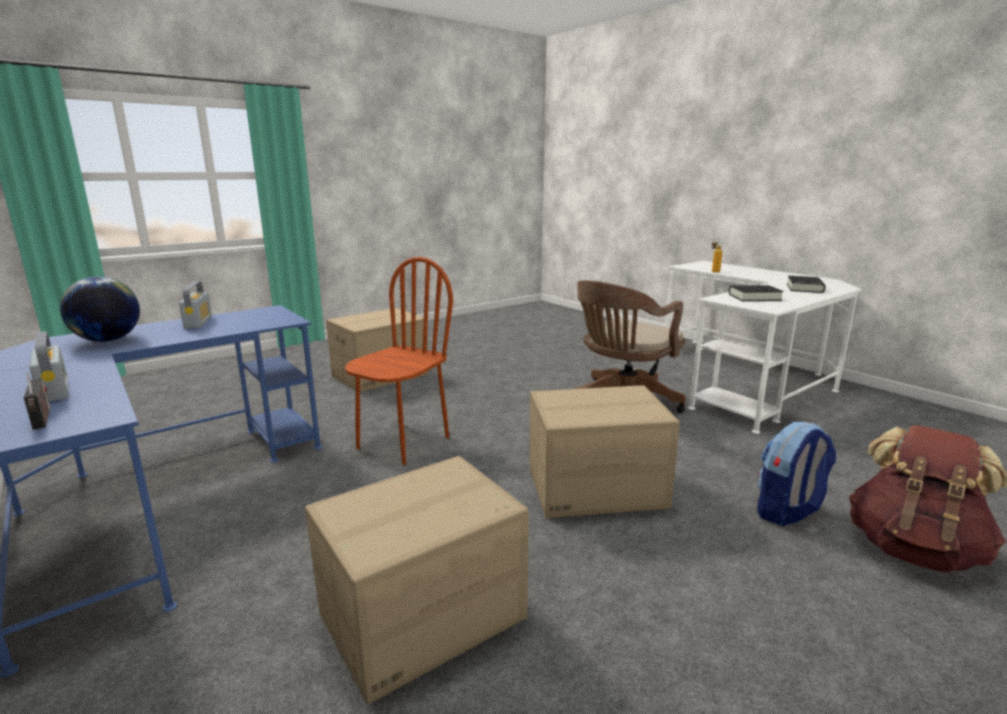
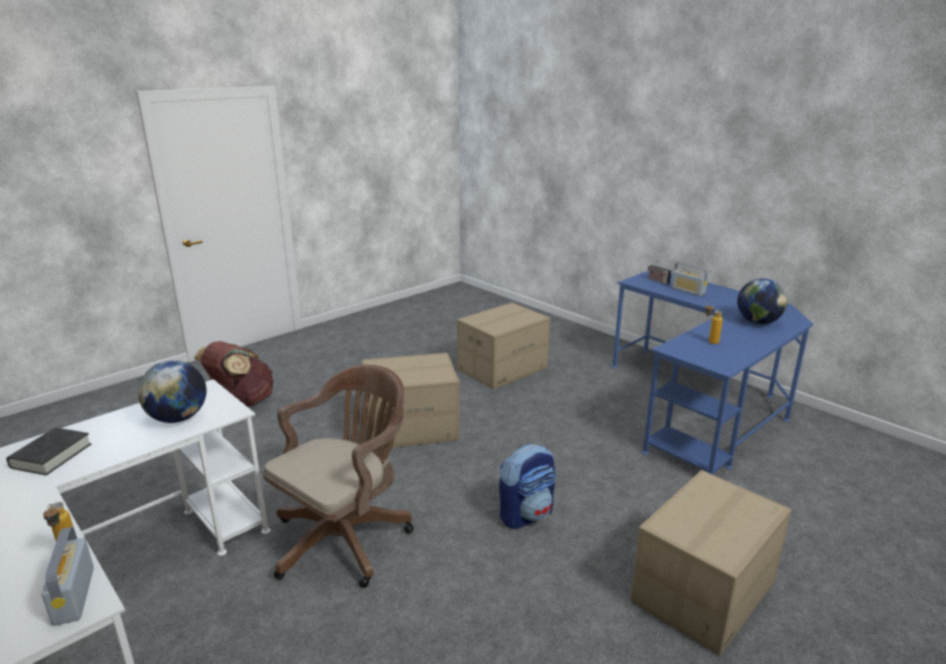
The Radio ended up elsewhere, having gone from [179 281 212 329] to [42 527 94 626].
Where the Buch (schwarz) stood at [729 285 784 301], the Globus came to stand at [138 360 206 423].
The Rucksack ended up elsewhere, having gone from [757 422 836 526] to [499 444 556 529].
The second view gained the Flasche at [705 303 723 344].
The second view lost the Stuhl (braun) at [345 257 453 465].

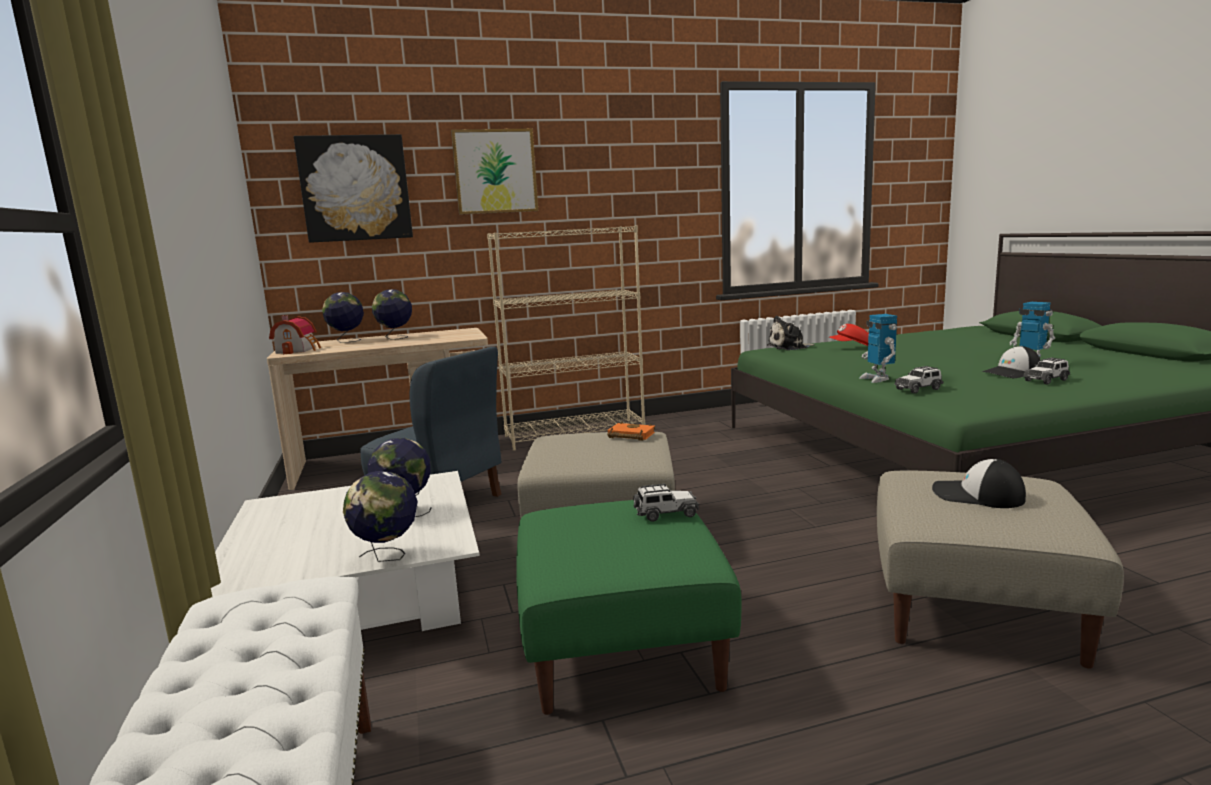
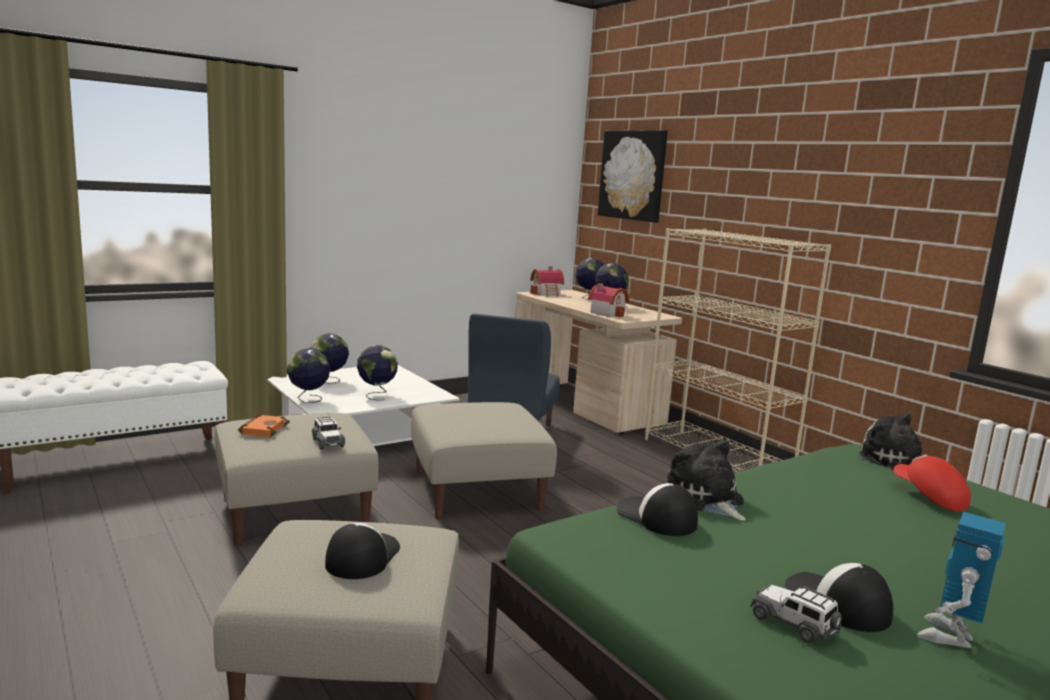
What was the Polsterhocker (grün) at [516 500 741 715] turned into the Polsterhocker (beige) at [215 413 379 546].
The Buch (orange) ended up elsewhere, having gone from [607 421 655 441] to [238 414 290 437].
The second view gained the Globus at [311 333 349 384].
The second view gained the Spielzeughaus at [588 283 629 317].
Where the Spielzeugauto stood at [894 366 943 393], the Kappe came to stand at [616 483 698 536].
Where the Spielzeugroboter stood at [859 314 897 383], the Plüschtier came to stand at [667 440 746 521].
The second view lost the Bild at [451 129 538 215].

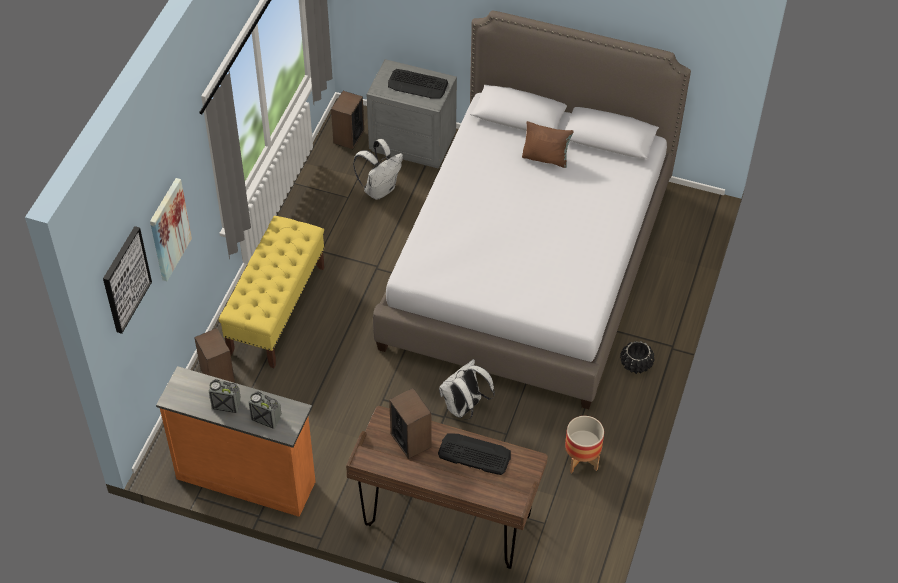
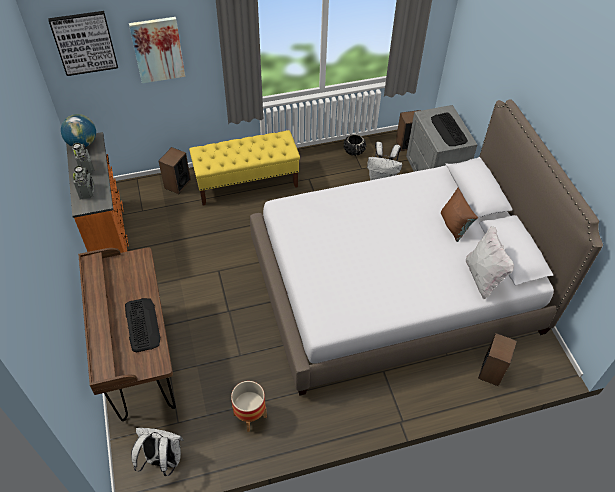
The second view gained the Globus at [61 114 96 147].
The Rucksack (weiß) ended up elsewhere, having gone from [439 359 495 420] to [131 428 184 476].
The Pflanzkübel (schwarz) ended up elsewhere, having gone from [620 341 655 374] to [344 134 366 156].
The second view gained the Kissen (weiß) at [466 226 514 299].
The Lautsprecher ended up elsewhere, having gone from [389 388 431 459] to [478 333 517 386].

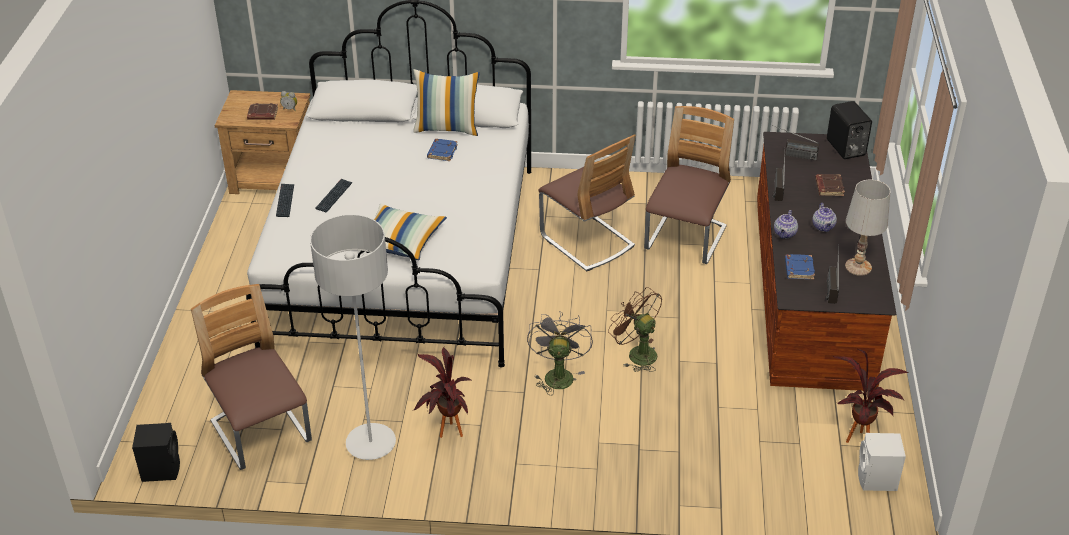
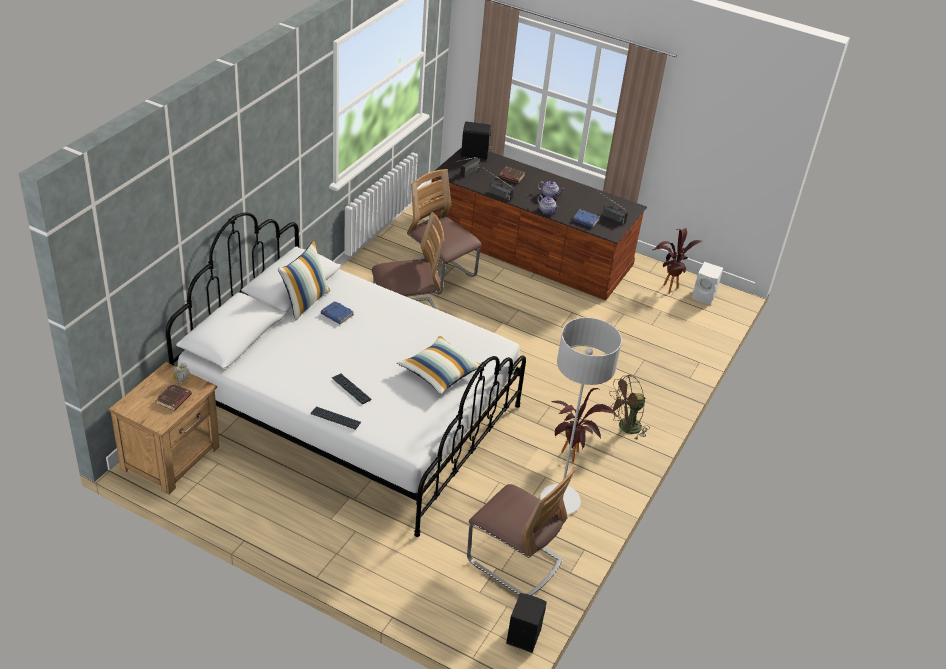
The Stuhl at [191 284 312 470] ended up facing another way, 135 degrees counterclockwise from before.
The Ventilator (braun) ended up elsewhere, having gone from [608 287 662 372] to [609 375 650 441].
The second view lost the Ventilator (grau) at [527 311 593 395].
The second view lost the Tischlampe (weiß) at [845 180 890 276].

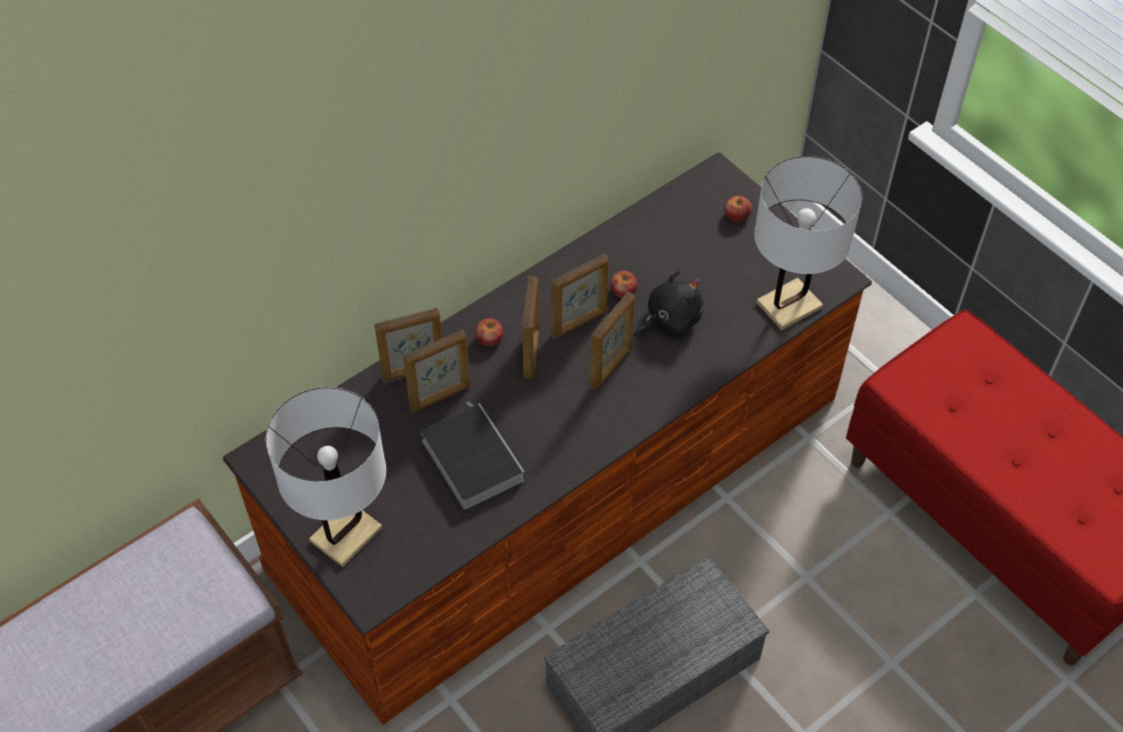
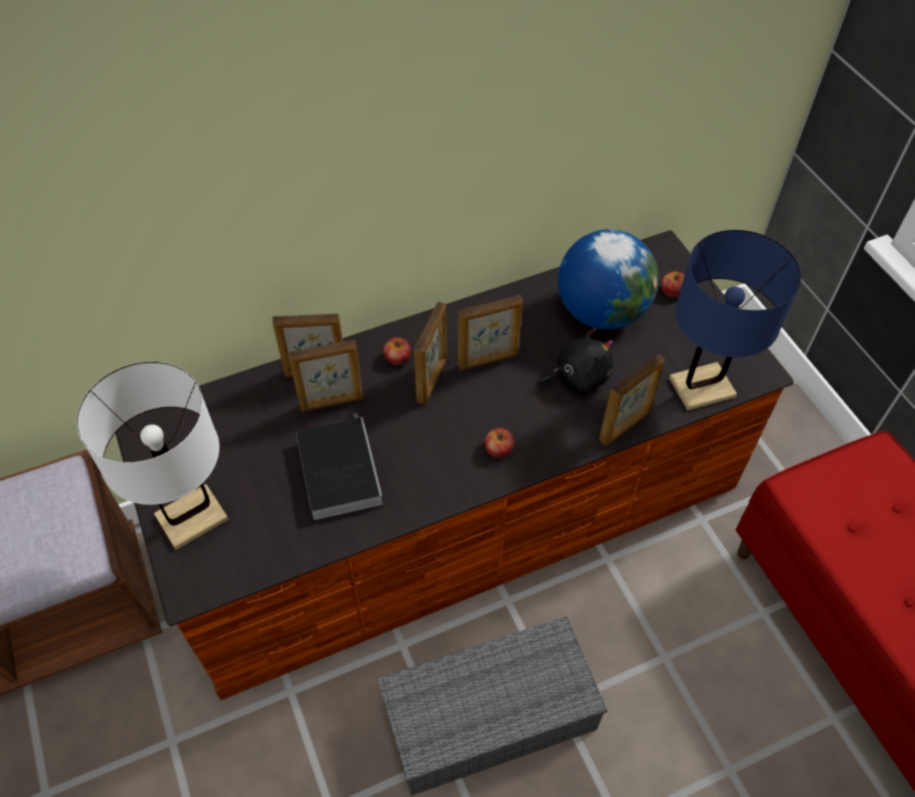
The Apfel ended up elsewhere, having gone from [610 271 638 298] to [484 428 514 457].
The second view gained the Globus at [558 229 659 329].
The Bilderrahmen ended up elsewhere, having gone from [590 292 635 389] to [599 354 665 445].
What was the Tischlampe (weiß) at [754 156 862 330] turned into the Tischlampe (blau) at [669 230 801 411].

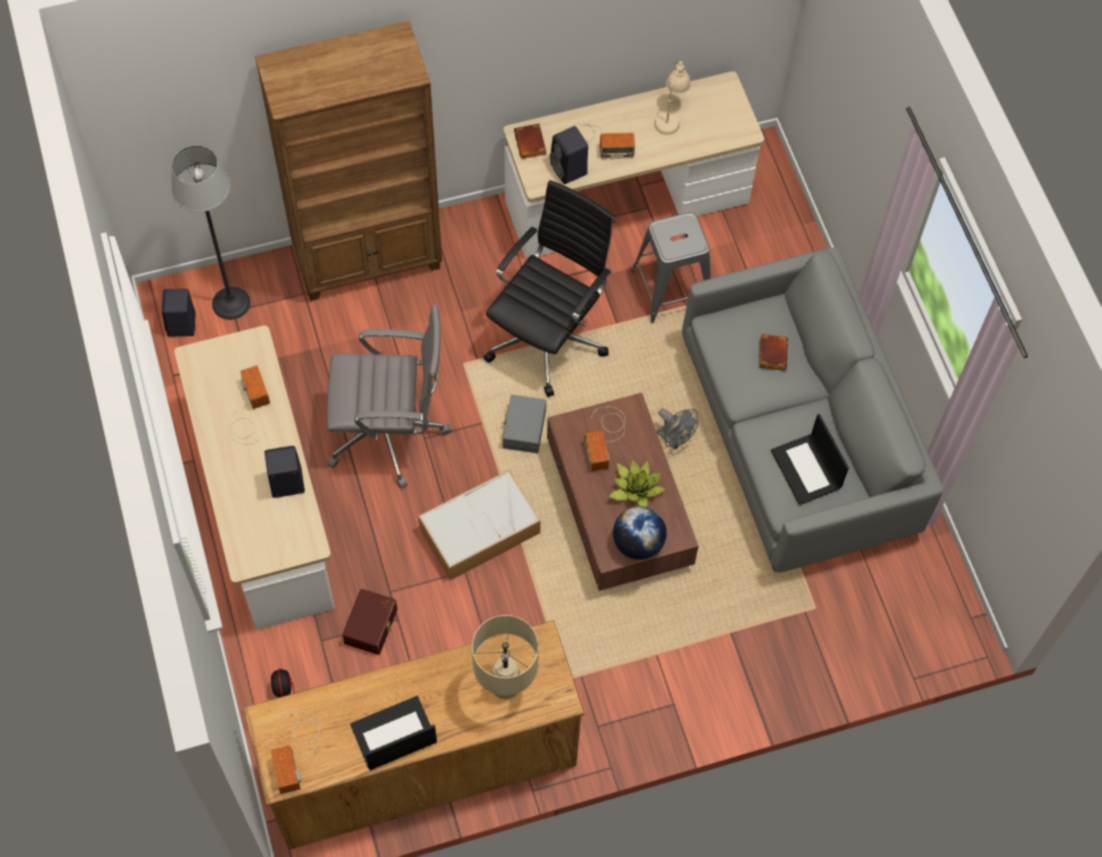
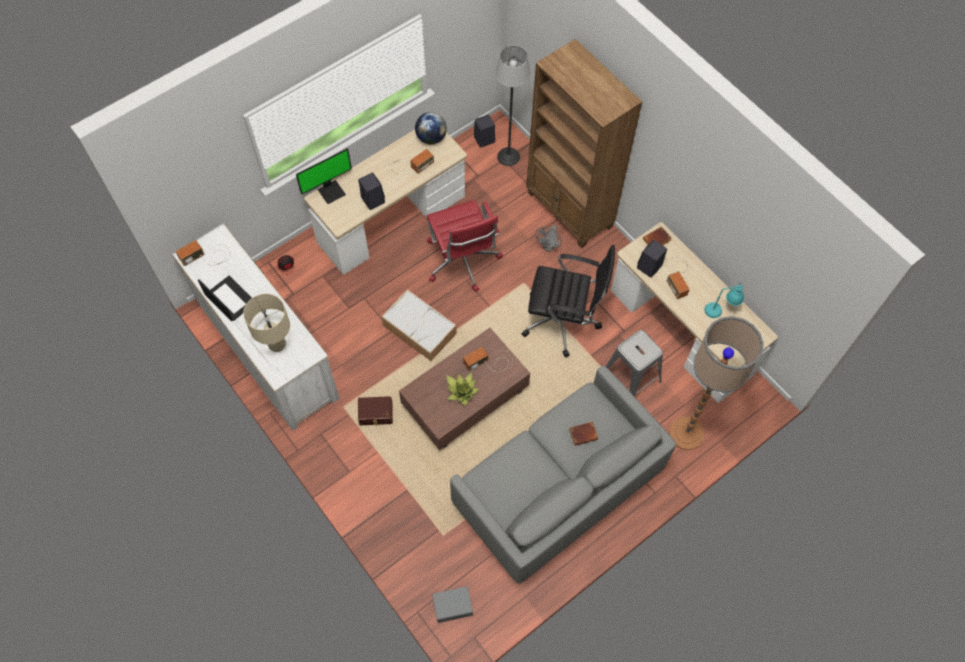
What was the Kommode (braun) at [243 620 585 850] turned into the Kommode (weiß) at [172 223 340 431].
The second view gained the Monitor at [296 149 352 204].
The Aufbewahrungsbox (braun) ended up elsewhere, having gone from [342 589 397 655] to [358 396 393 426].
The Globus ended up elsewhere, having gone from [613 506 667 560] to [415 112 447 144].
What was the Bürostuhl (grau) at [327 305 451 488] turned into the Bürostuhl (rot) at [427 200 503 292].
The Aufbewahrungsbox (grau) ended up elsewhere, having gone from [503 395 546 453] to [432 586 473 623].
The Ventilator (grau) ended up elsewhere, having gone from [657 408 698 449] to [536 225 562 252].
The second view gained the Stehlampe at [669 316 764 450].
What was the Tischlampe (beige) at [654 60 691 135] turned into the Tischlampe (türkis) at [704 283 744 318].
The second view lost the Laptop at [771 414 849 505].

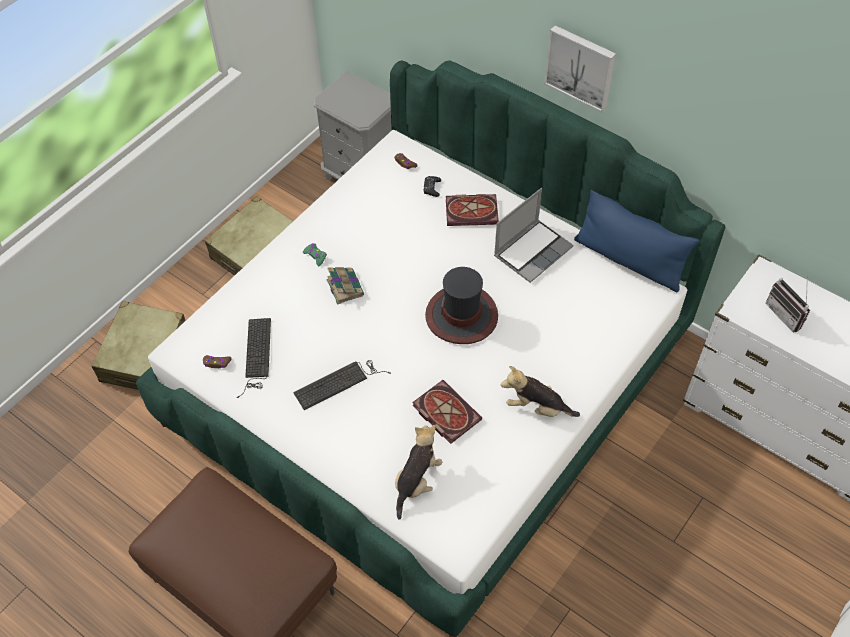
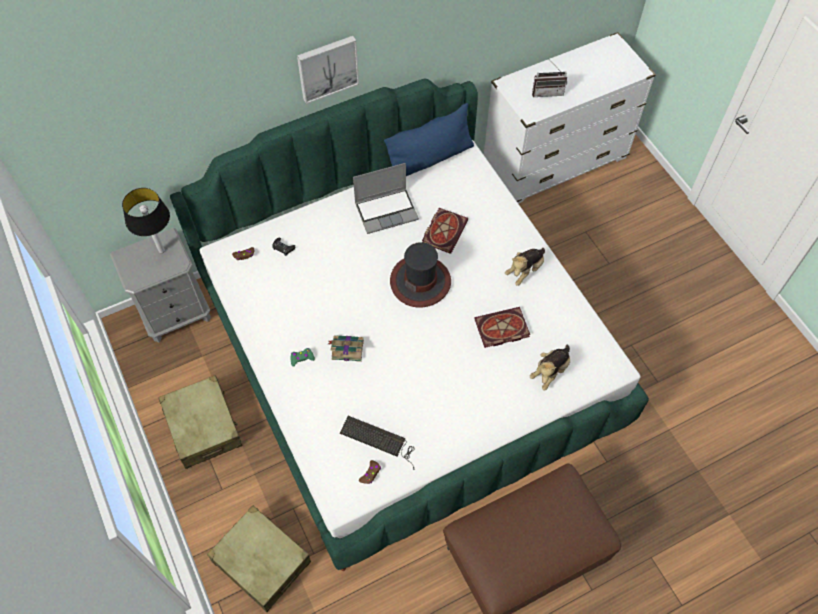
The second view gained the Tischlampe at [122 188 170 253].
The Laptop at [494 188 573 283] ended up facing another way, 90 degrees clockwise from before.
The Buch ended up elsewhere, having gone from [446 194 499 226] to [422 208 468 254].
The Plüschtier at [395 425 442 520] ended up facing another way, 105 degrees counterclockwise from before.
The second view lost the Tastatur at [293 360 391 410].

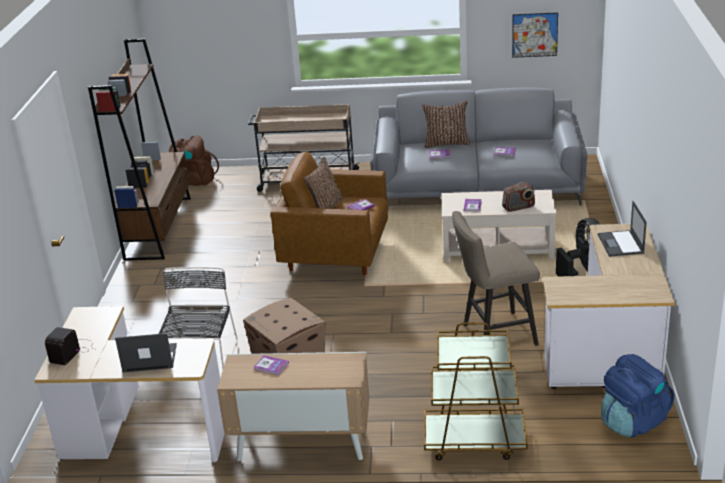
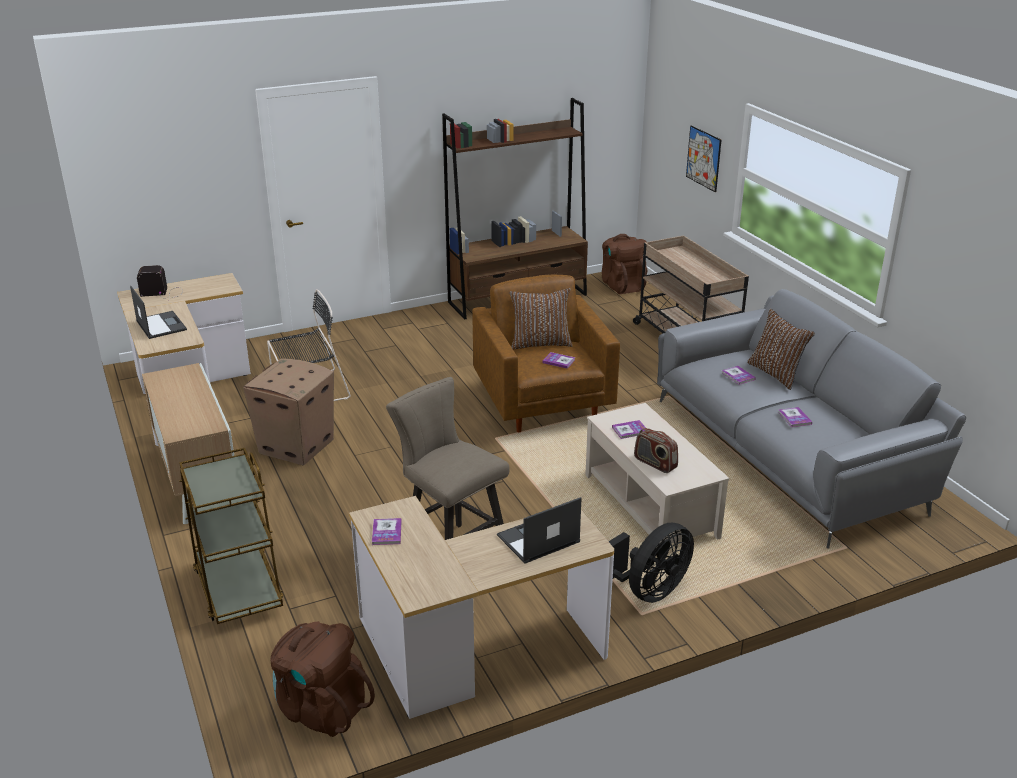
What was the Rucksack (blau) at [601 354 674 437] turned into the Rucksack (braun) at [270 621 375 737].
The Buch ended up elsewhere, having gone from [254 355 289 375] to [372 518 401 545].
The Bild ended up elsewhere, having gone from [512 12 558 58] to [686 126 721 192].

